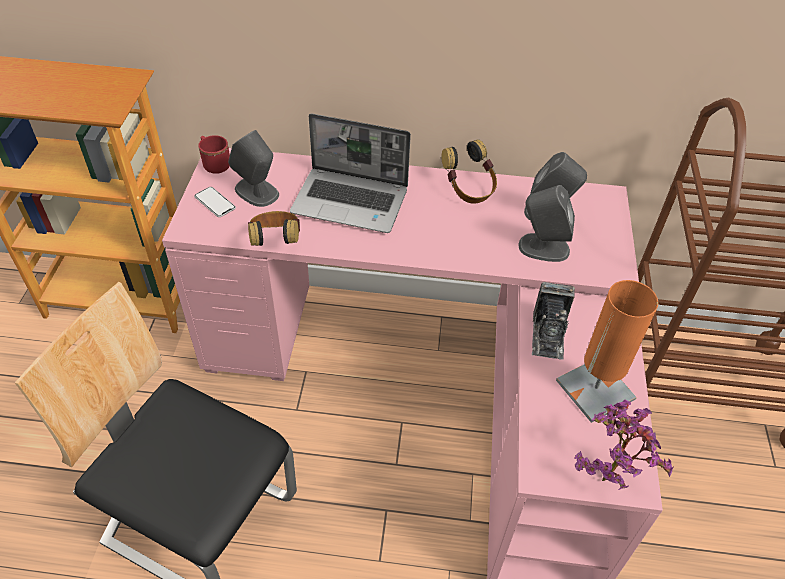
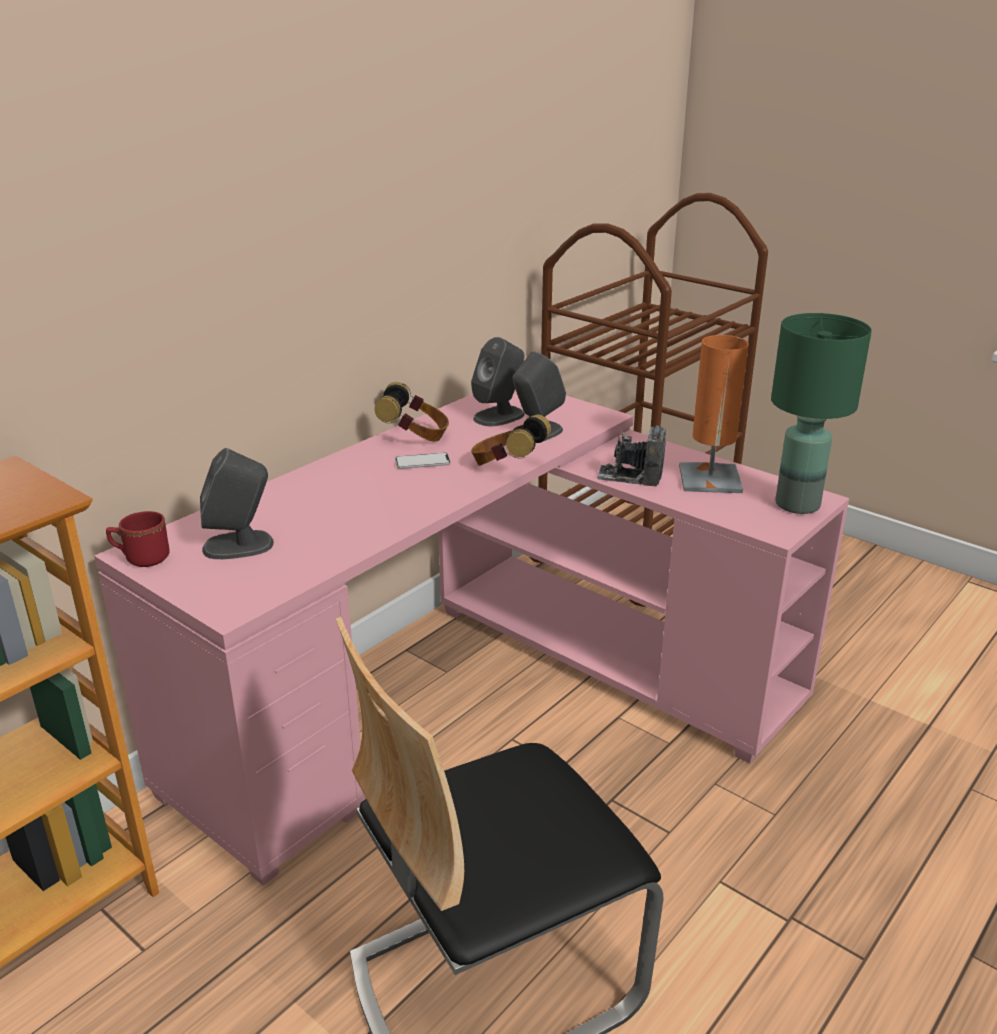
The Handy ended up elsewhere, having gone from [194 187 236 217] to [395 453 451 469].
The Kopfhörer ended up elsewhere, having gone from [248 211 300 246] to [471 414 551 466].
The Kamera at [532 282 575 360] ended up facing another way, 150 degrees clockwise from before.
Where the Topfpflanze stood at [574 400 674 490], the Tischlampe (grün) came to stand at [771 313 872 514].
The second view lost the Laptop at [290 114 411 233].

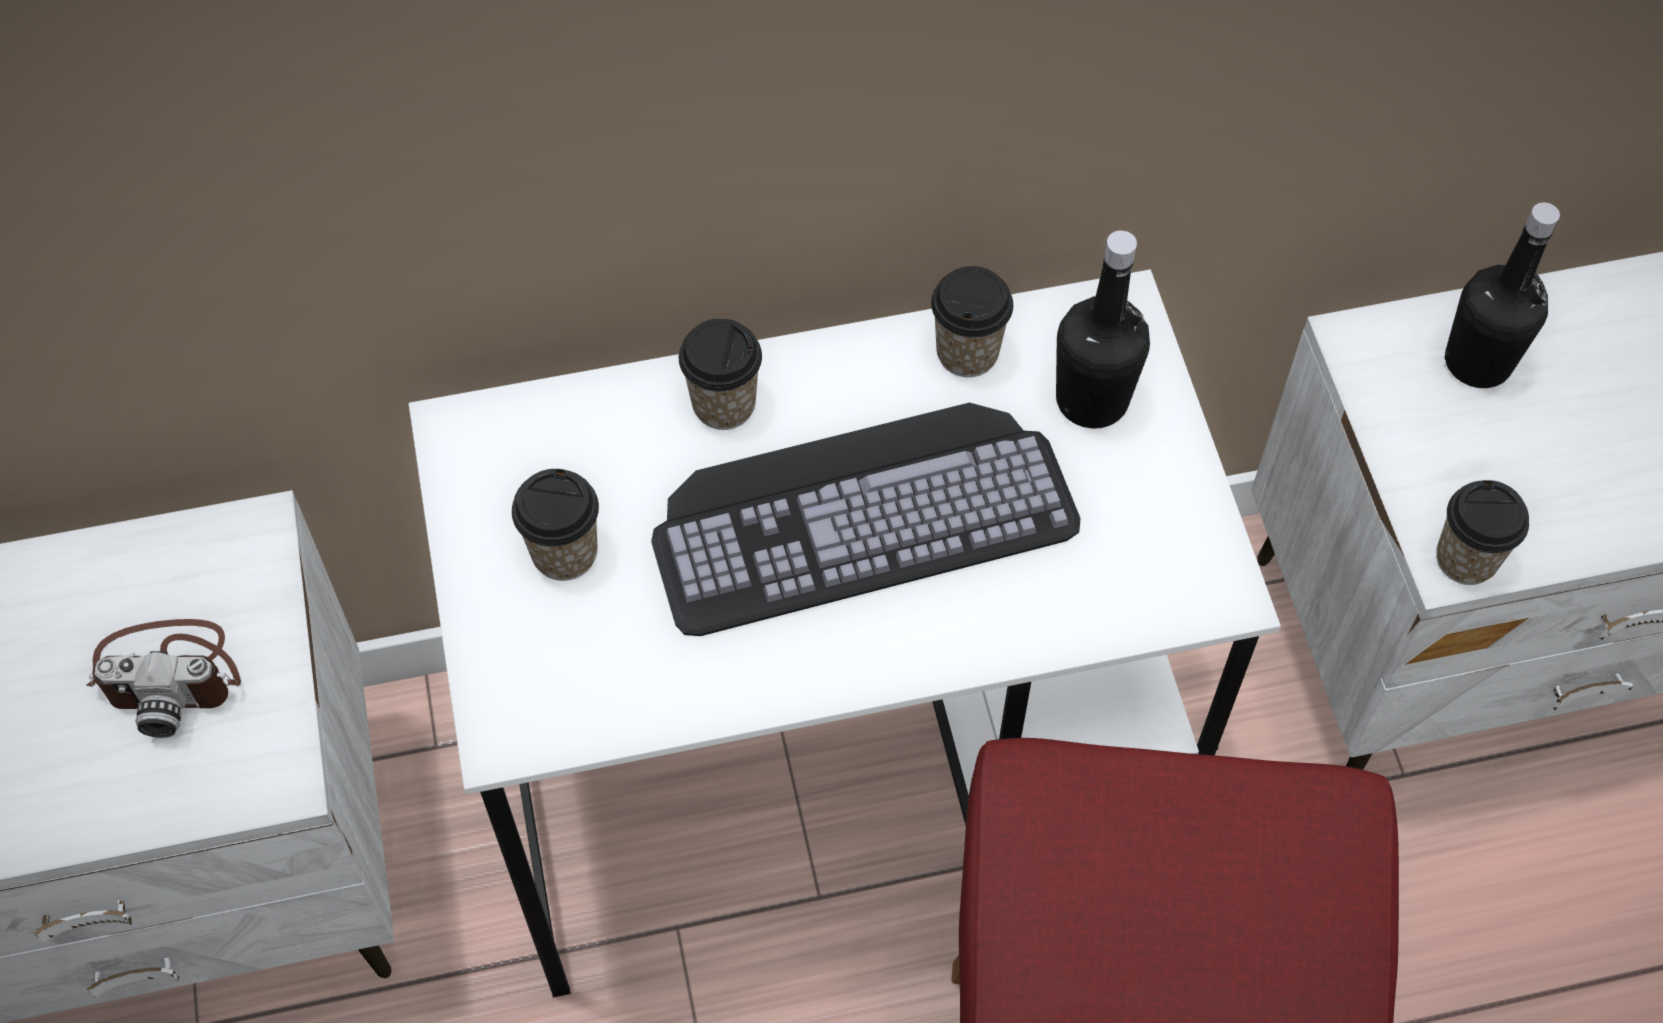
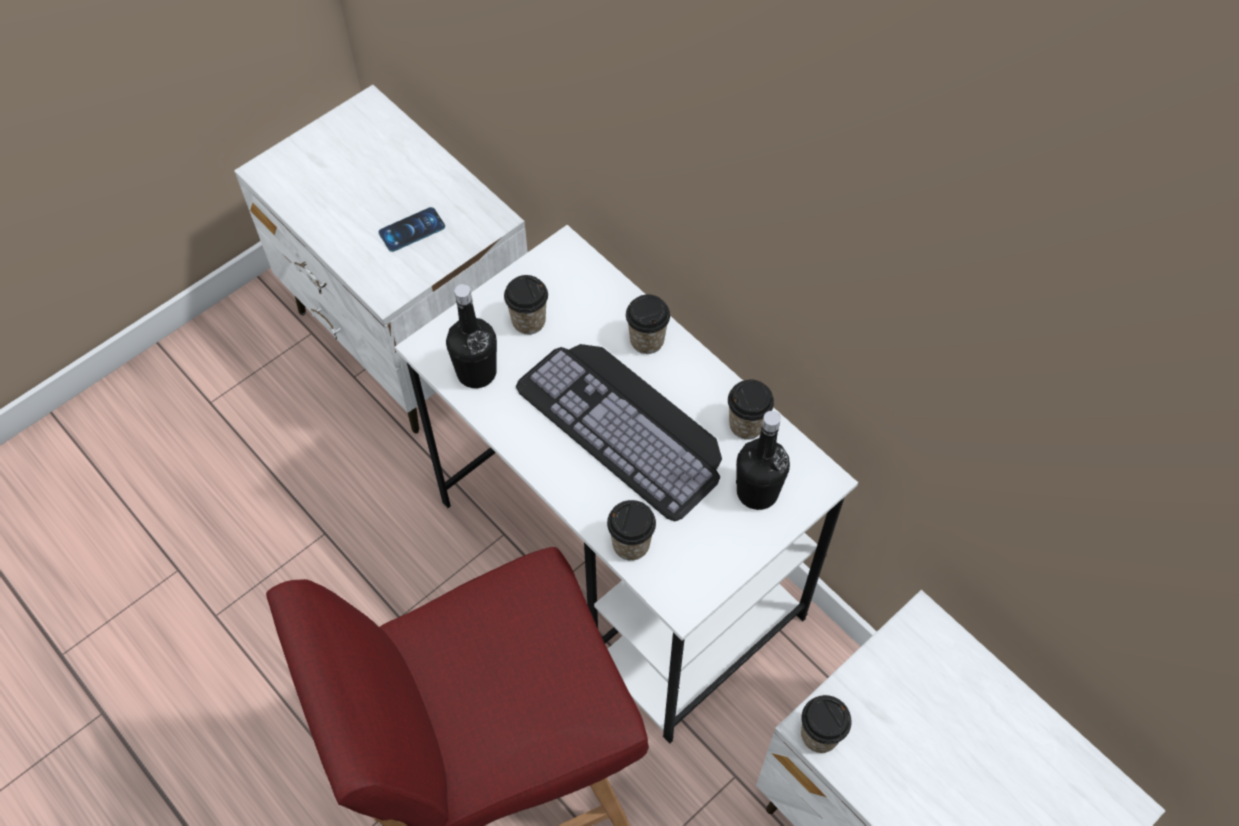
Where the Kamera stood at [86 619 241 738], the Handy came to stand at [378 207 445 252].
The Flasche (schwarz) ended up elsewhere, having gone from [1444 202 1560 388] to [446 284 497 388].
The second view gained the Tasse at [607 500 656 561].

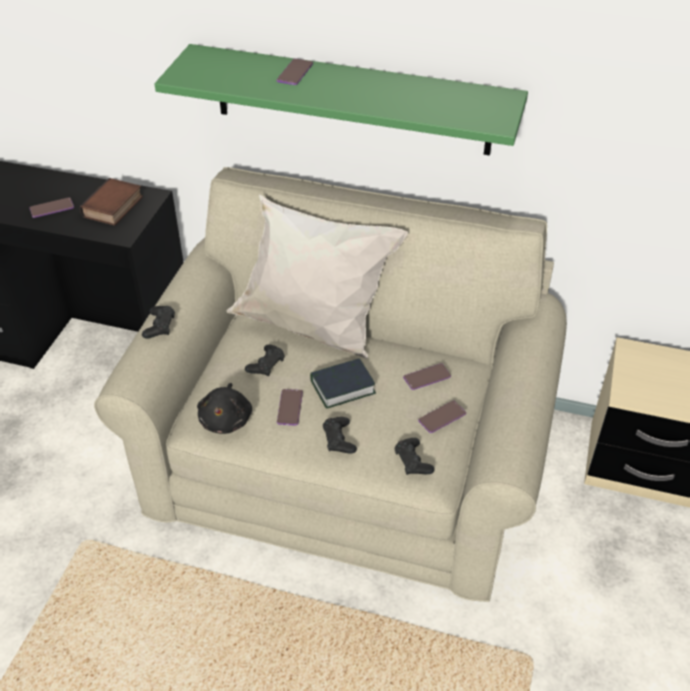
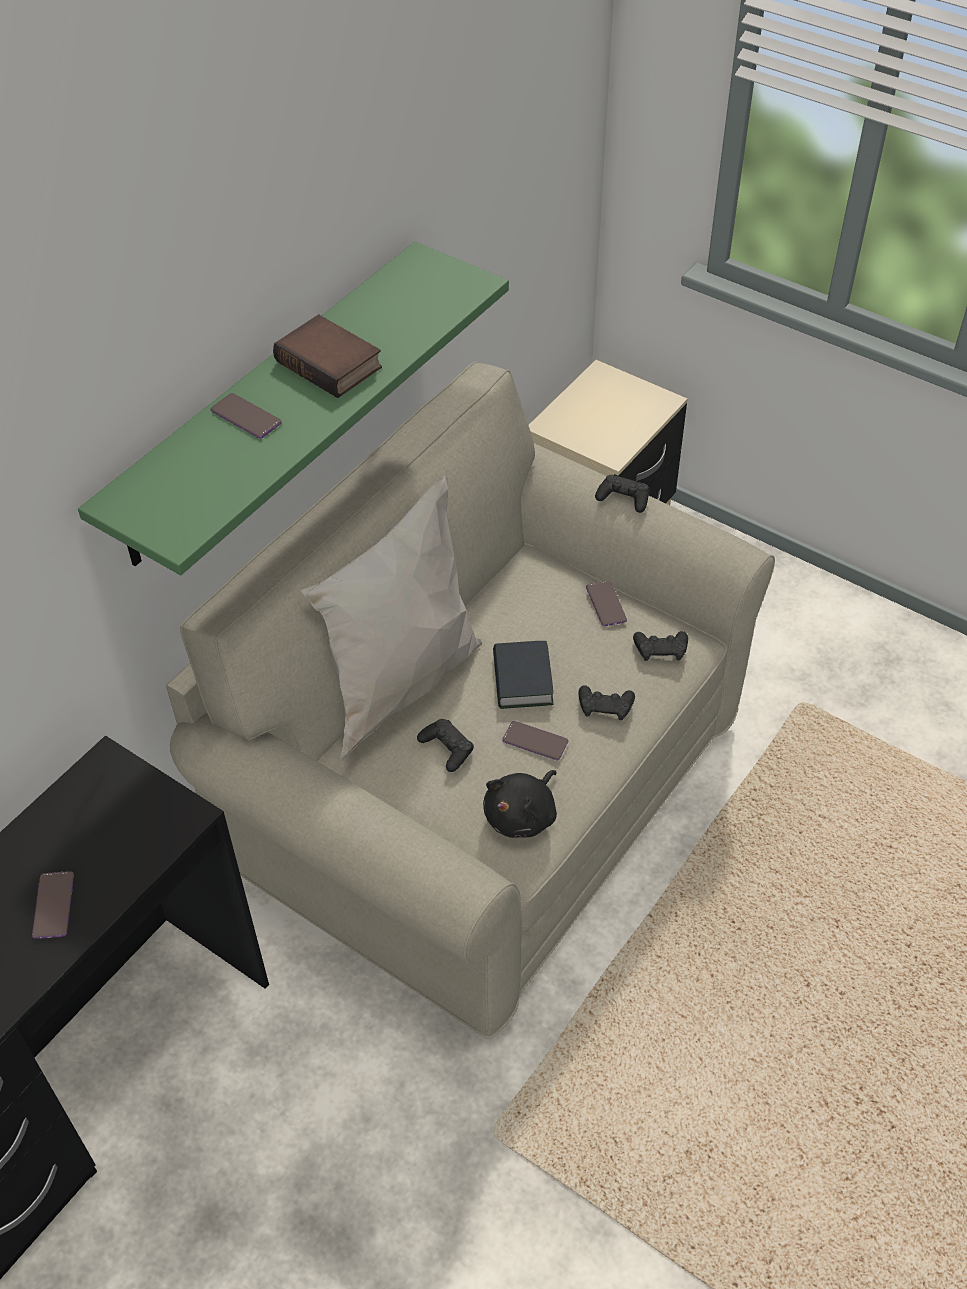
The Buch ended up elsewhere, having gone from [80 178 143 226] to [273 315 382 398].
The Plüschtier (schwarz) at [197 383 252 434] ended up facing another way, 105 degrees clockwise from before.
The Gamepad (schwarz) ended up elsewhere, having gone from [142 306 175 338] to [595 475 649 513].
The second view lost the Handy at [403 363 451 390].

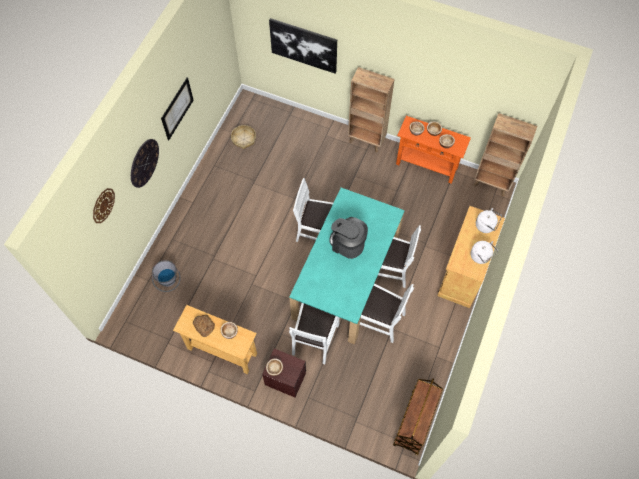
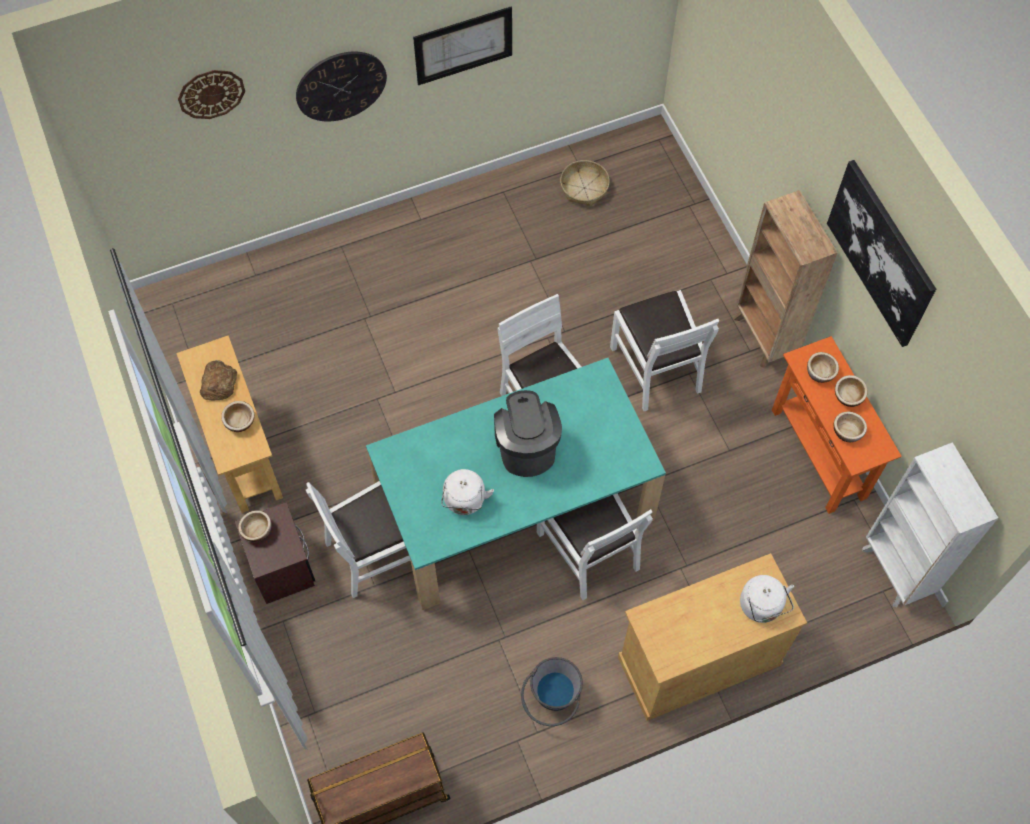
The Wasserkessel (weiß) ended up elsewhere, having gone from [471 241 498 264] to [441 469 494 515].
The Eimer (grau) ended up elsewhere, having gone from [152 260 181 292] to [521 657 583 726].
The Stuhl (weiß) ended up elsewhere, having gone from [360 284 414 343] to [610 290 719 411].
The Bild ended up elsewhere, having gone from [269 18 337 73] to [827 160 936 347].
What was the Bücherregal (braun) at [474 113 537 196] turned into the Bücherregal (weiß) at [862 442 998 608].

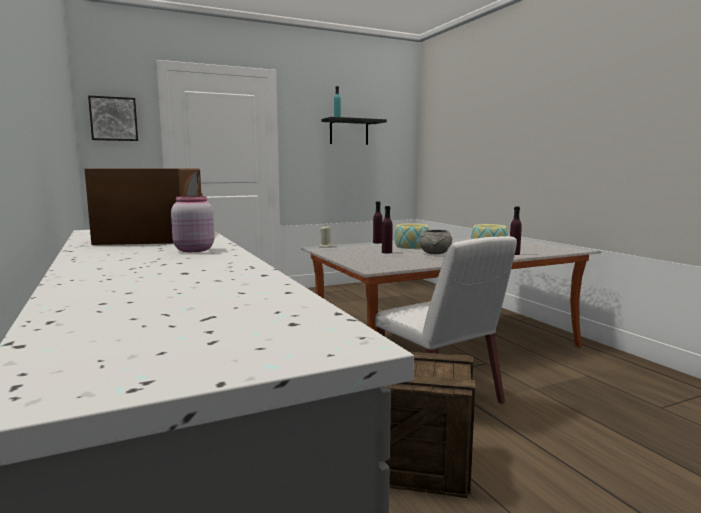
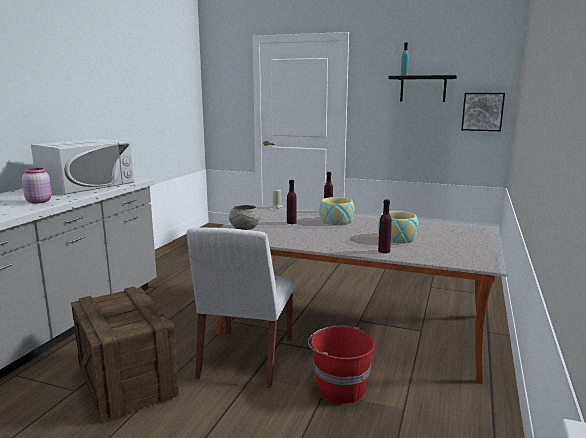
What was the Mikrowelle (braun) at [85 169 202 245] turned into the Mikrowelle (weiß) at [31 138 134 195].
The Schüssel (grau) ended up elsewhere, having gone from [420 230 452 254] to [229 205 260 230].
The second view gained the Eimer (rot) at [308 326 375 404].
The Bild ended up elsewhere, having gone from [88 95 138 141] to [461 93 505 131].

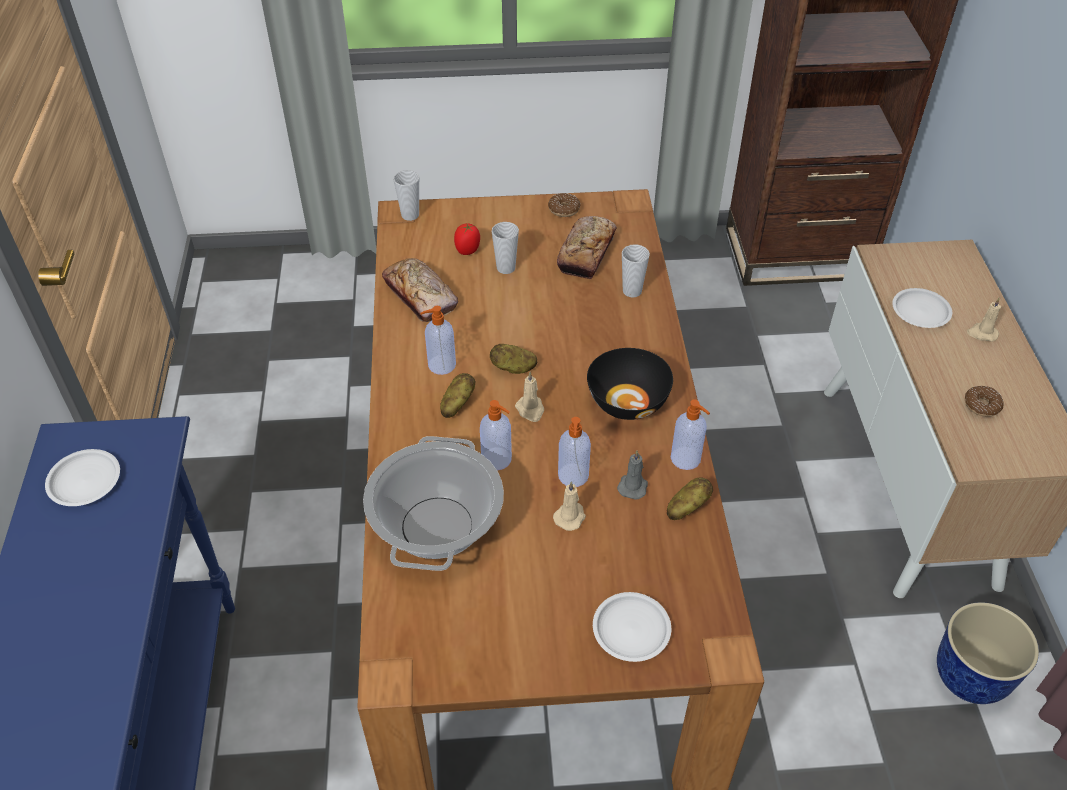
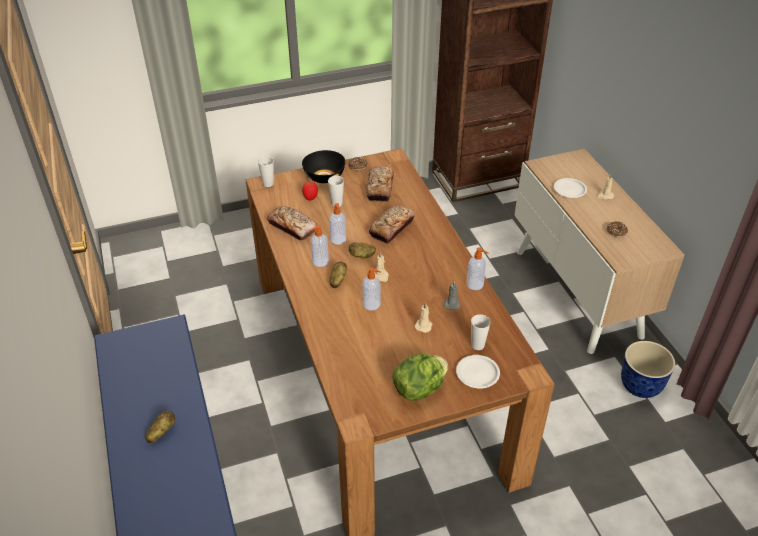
The Kartoffel ended up elsewhere, having gone from [667 477 713 520] to [145 411 175 443].
The Schüssel (schwarz) ended up elsewhere, having gone from [587 348 673 420] to [302 150 345 183].
The Seifenspender ended up elsewhere, having gone from [558 417 591 487] to [329 203 346 245].
The second view gained the Brot at [369 206 415 244].
The second view gained the Salatkopf at [392 353 448 401].
The Tasse ended up elsewhere, having gone from [622 244 650 298] to [471 314 491 350].
The second view lost the Teller (weiß) at [45 449 120 506].
The second view lost the Kochtopf at [363 436 504 571].

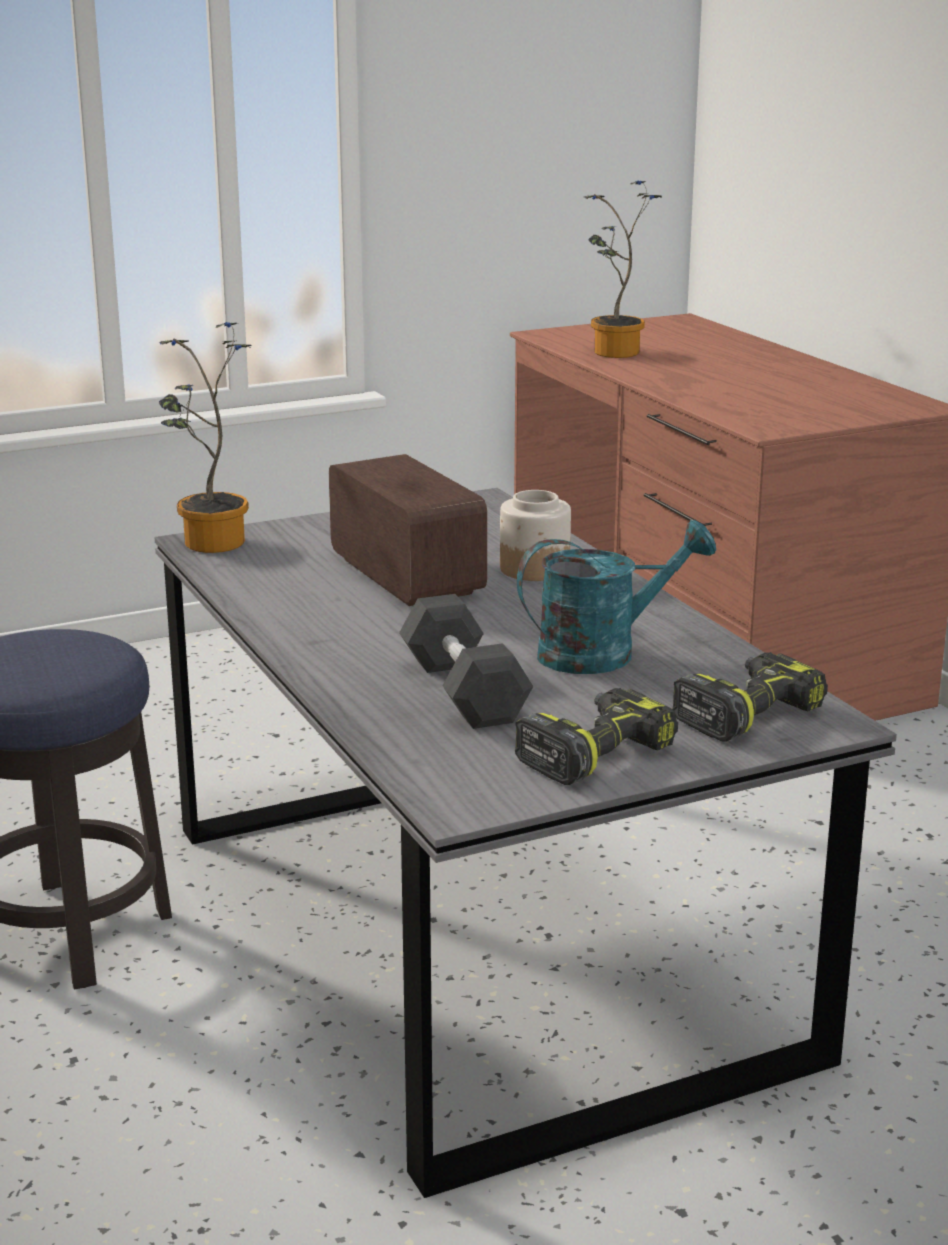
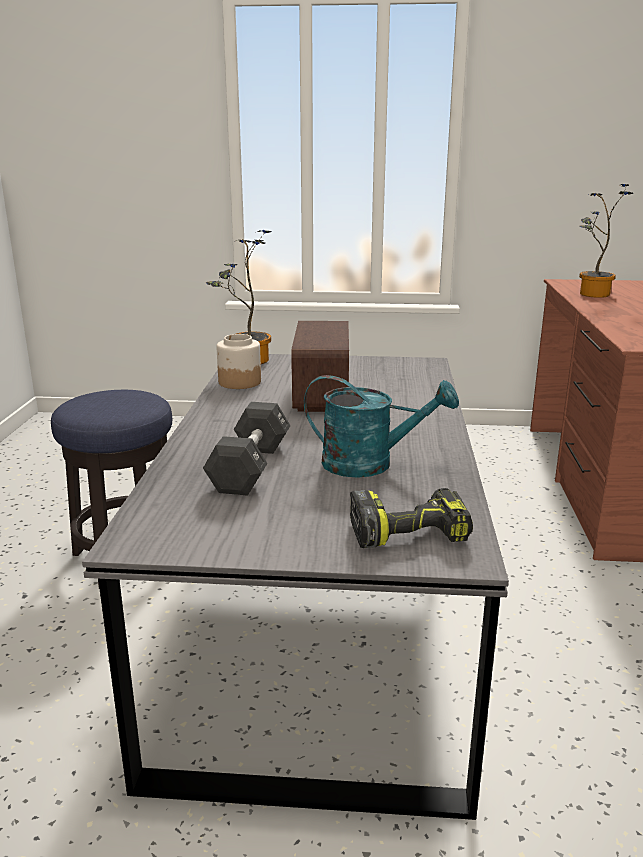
The Vorratsglas ended up elsewhere, having gone from [500 490 571 581] to [217 334 261 389].
The second view lost the Bohrmaschine at [515 688 678 785].

